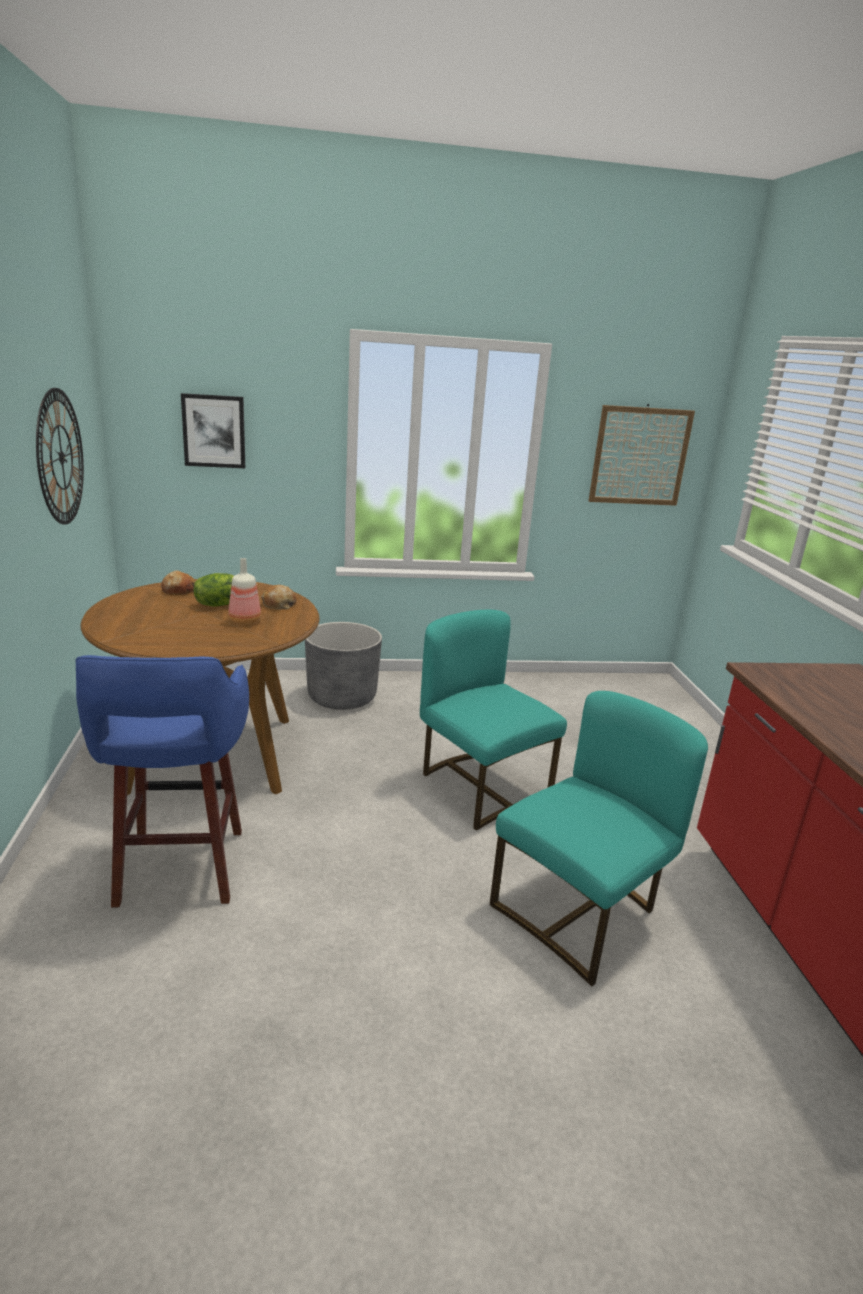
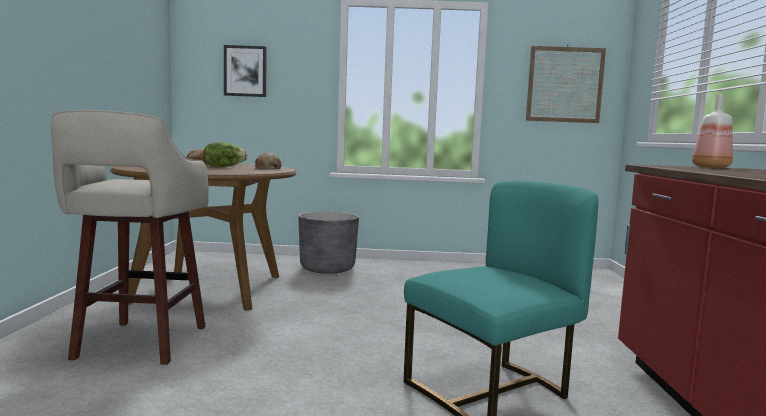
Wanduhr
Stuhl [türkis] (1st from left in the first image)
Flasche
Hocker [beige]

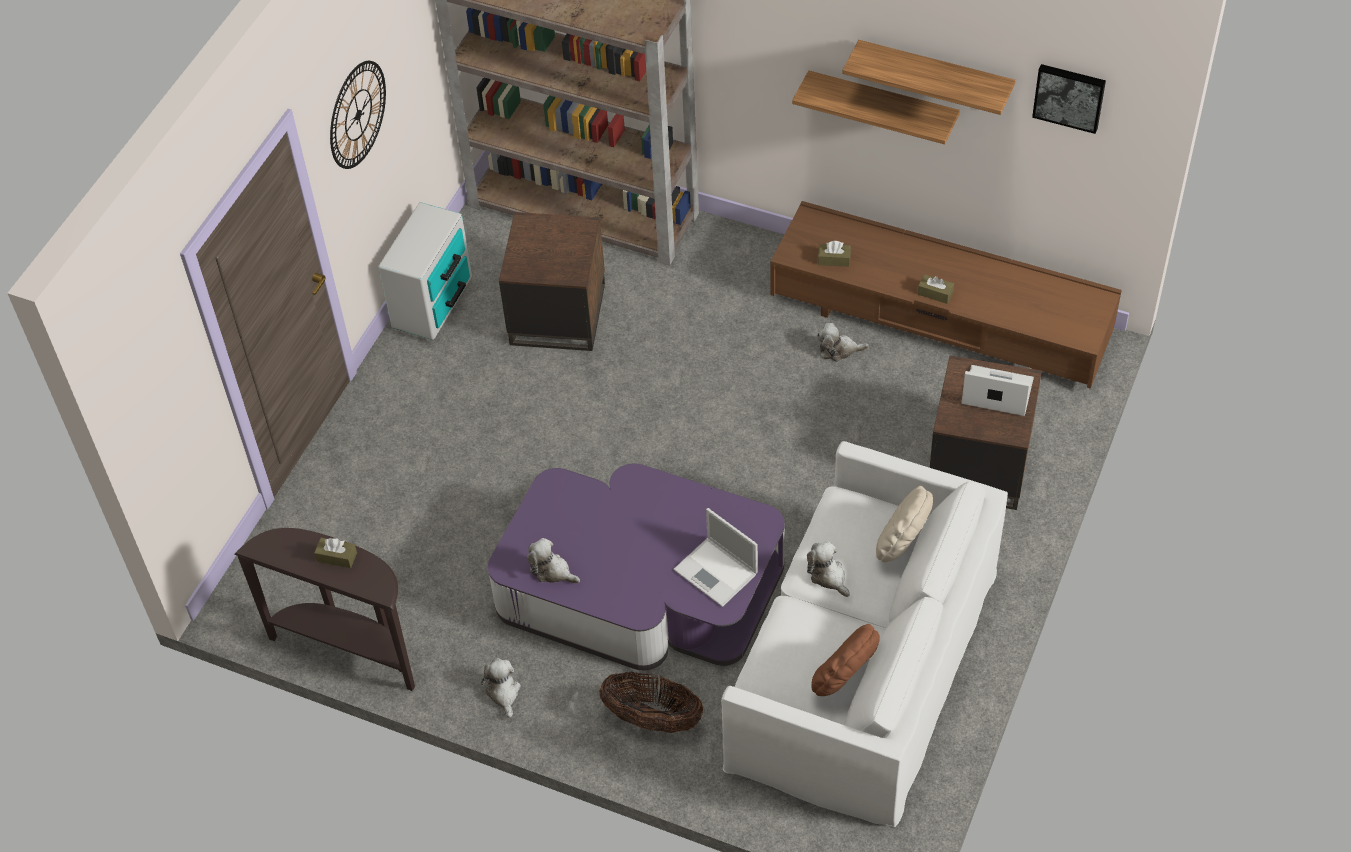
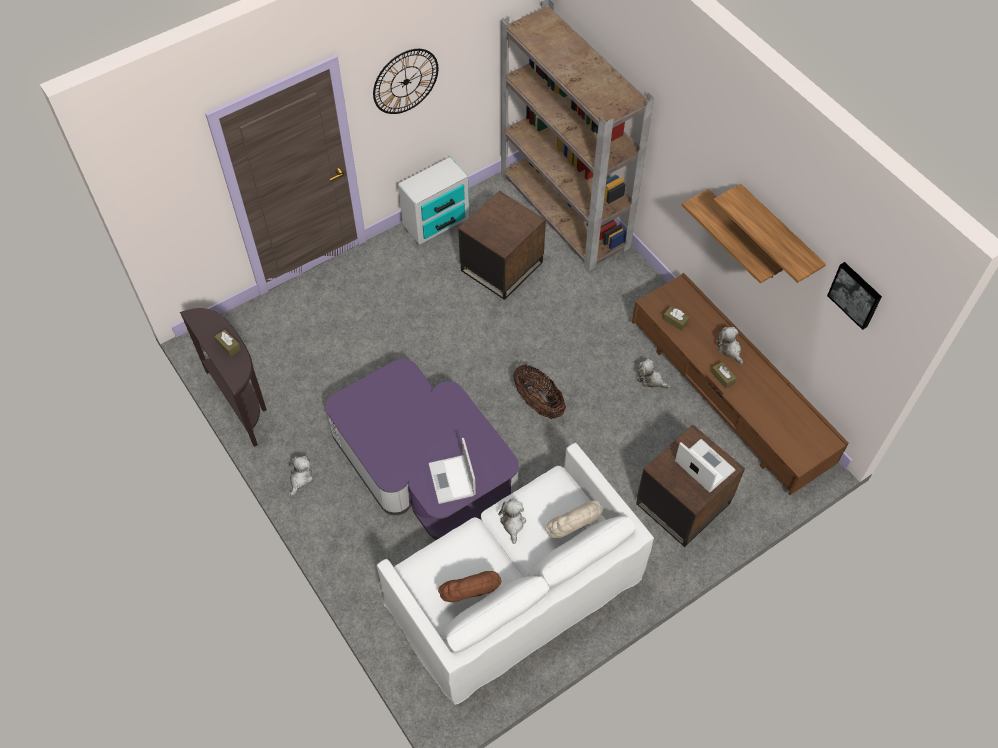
Plüschtier (4th from left)
Korb

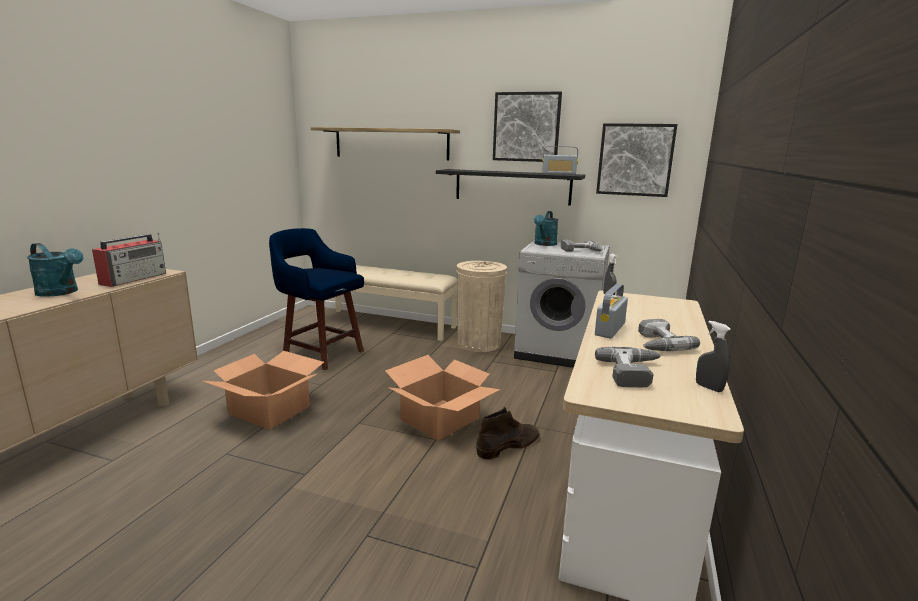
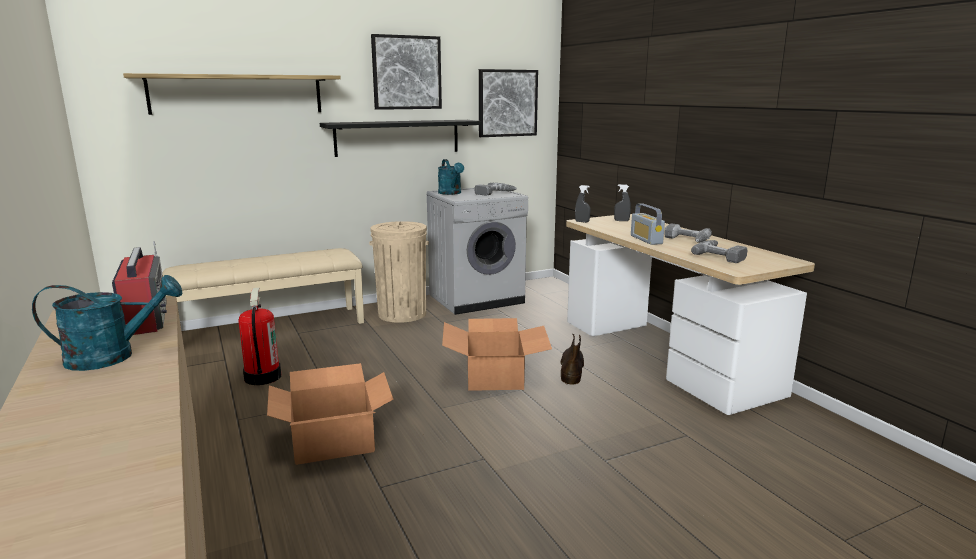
Radio (2nd from left in the first image)
Sprühflasche [grau] (2nd from left)
Feuerlöscher

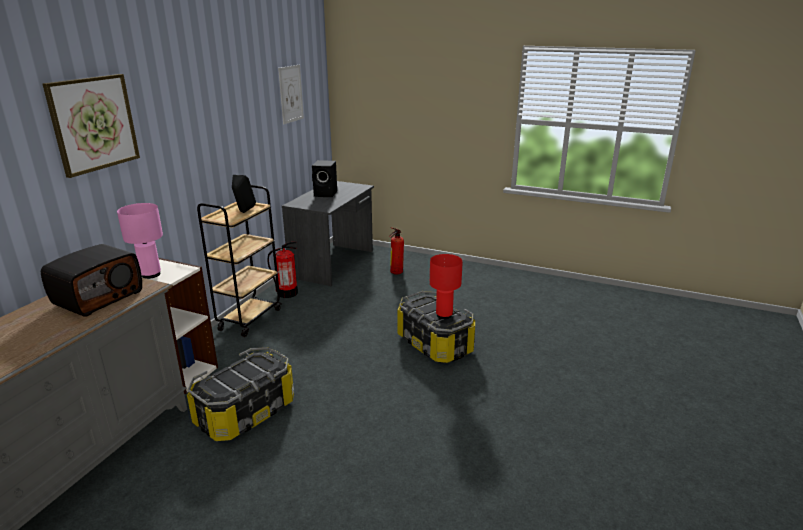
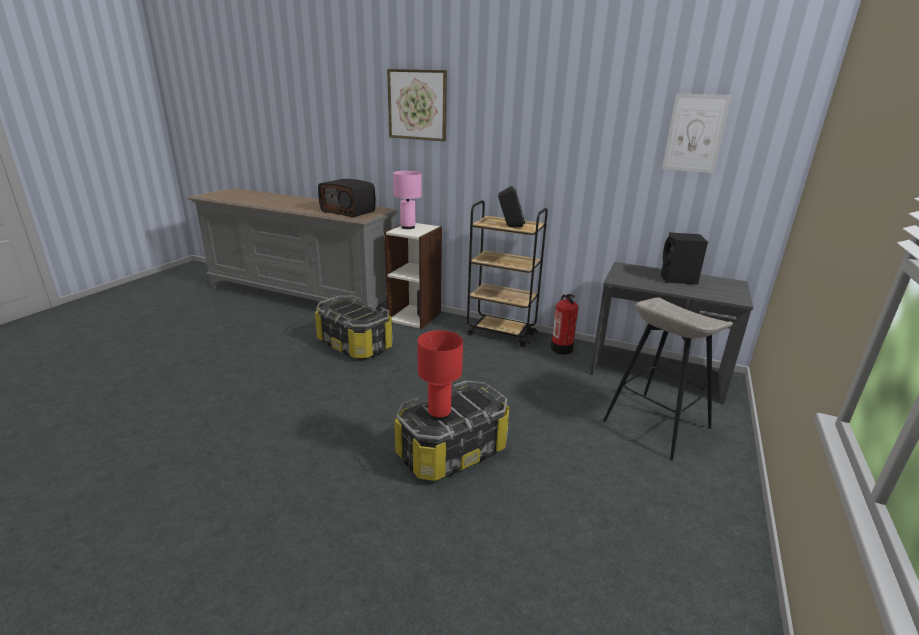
Hocker [grau]

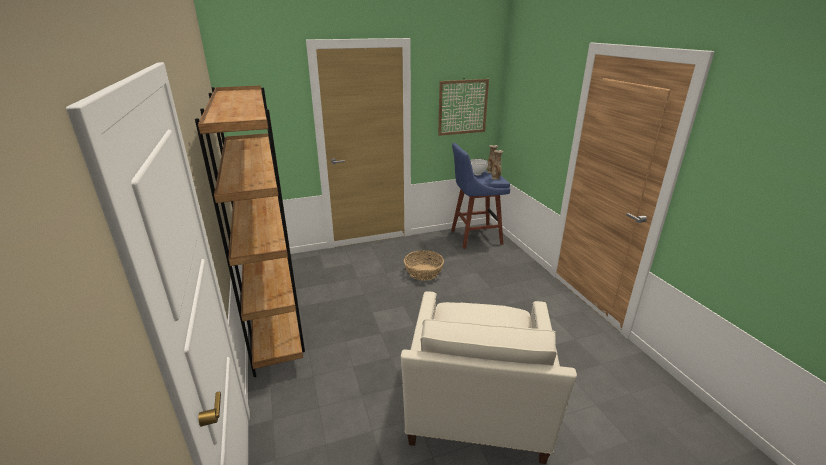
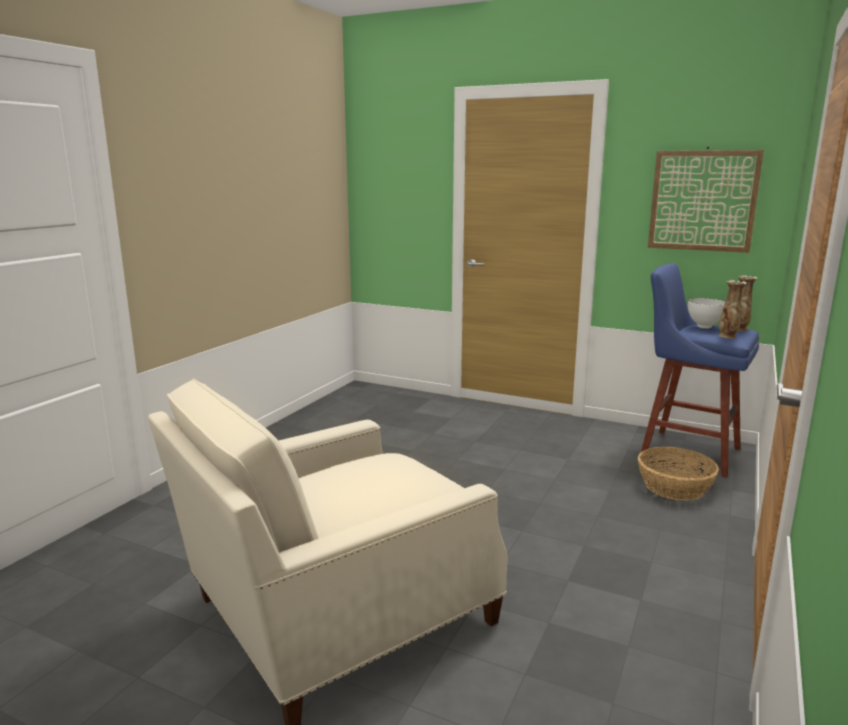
Bücherregal [braun]
Korb

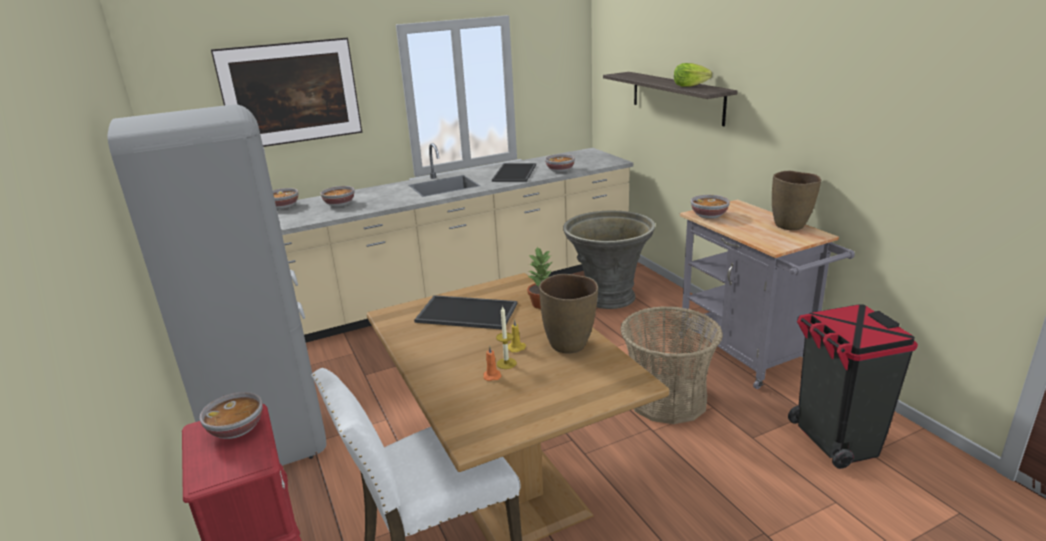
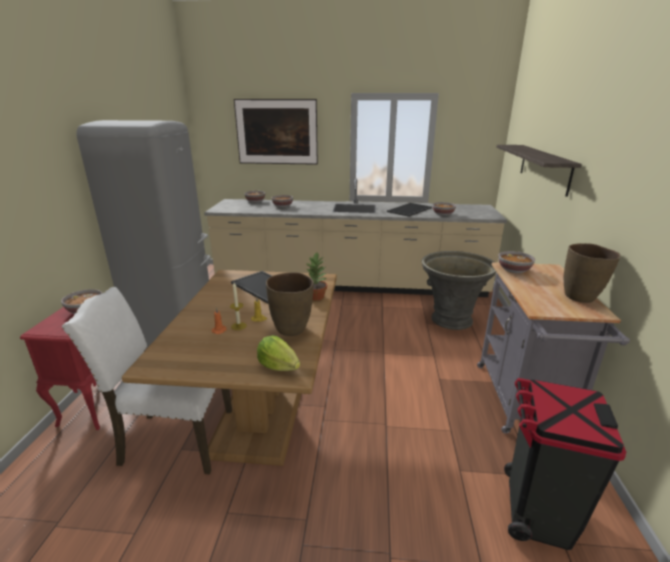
Korb
Salatkopf

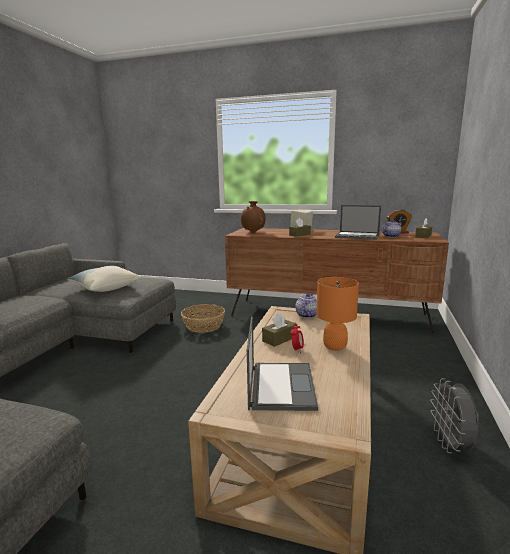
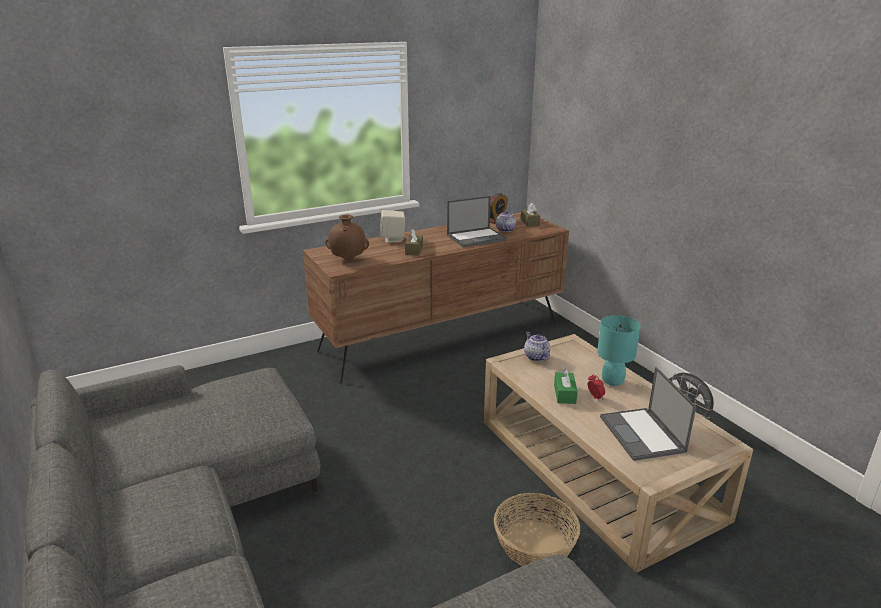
Kissen
Korb
Taschentuchbox [grün]
Tischlampe [türkis]
Laptop (2nd from left)

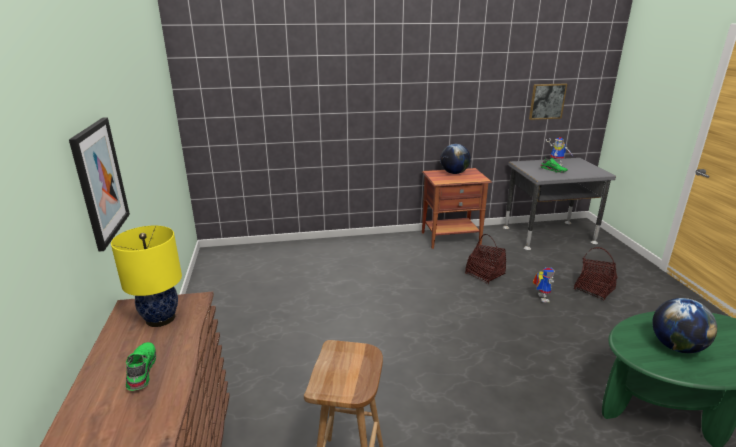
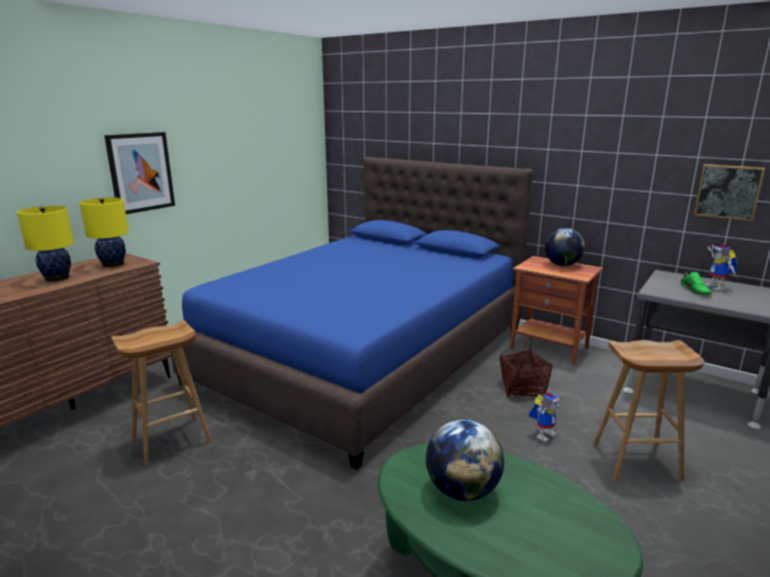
Bett [blau]
Tischlampe [gelb] (1st from left)
Hocker [braun] (2nd from left)

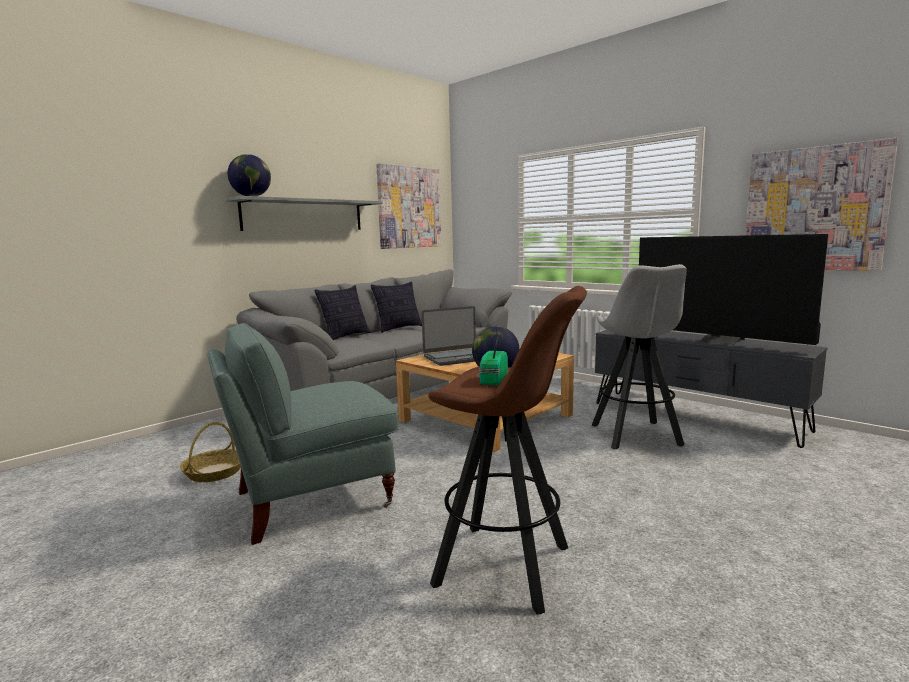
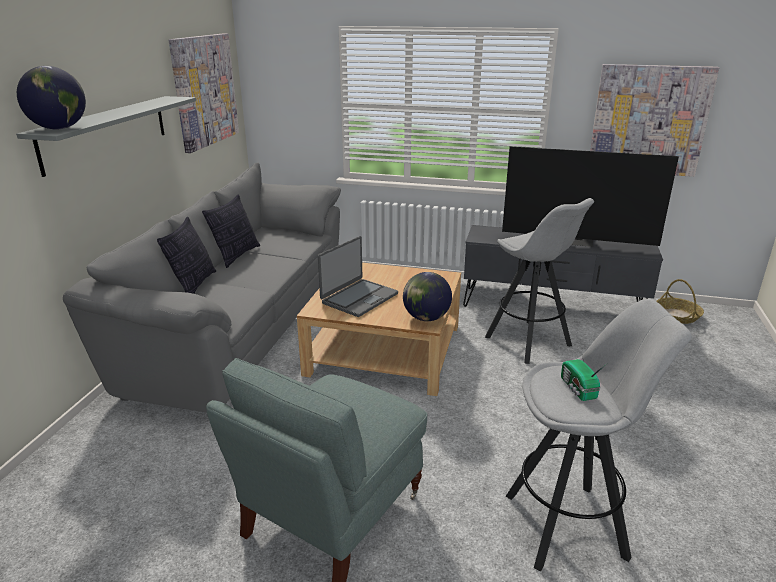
Korb
Hocker [grau] (2nd from left)

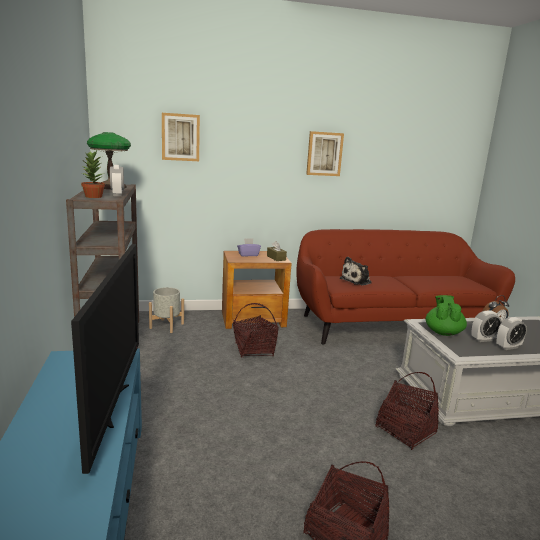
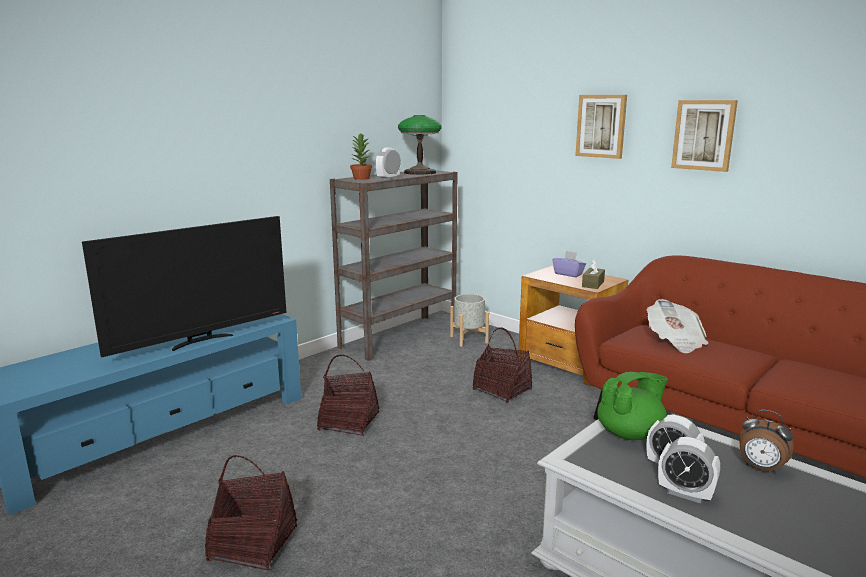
Bild (1st from left)
Korb (2nd from left)
Zeitung

